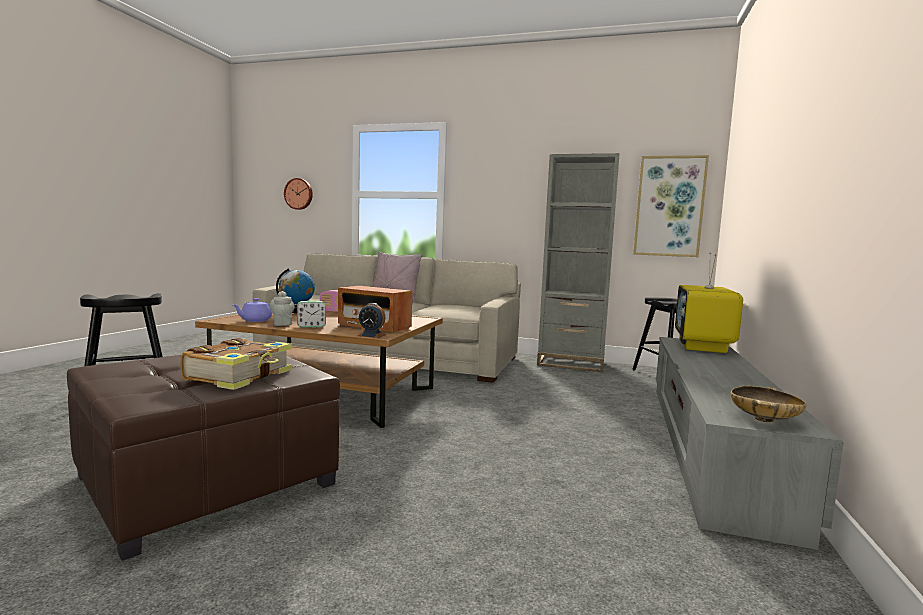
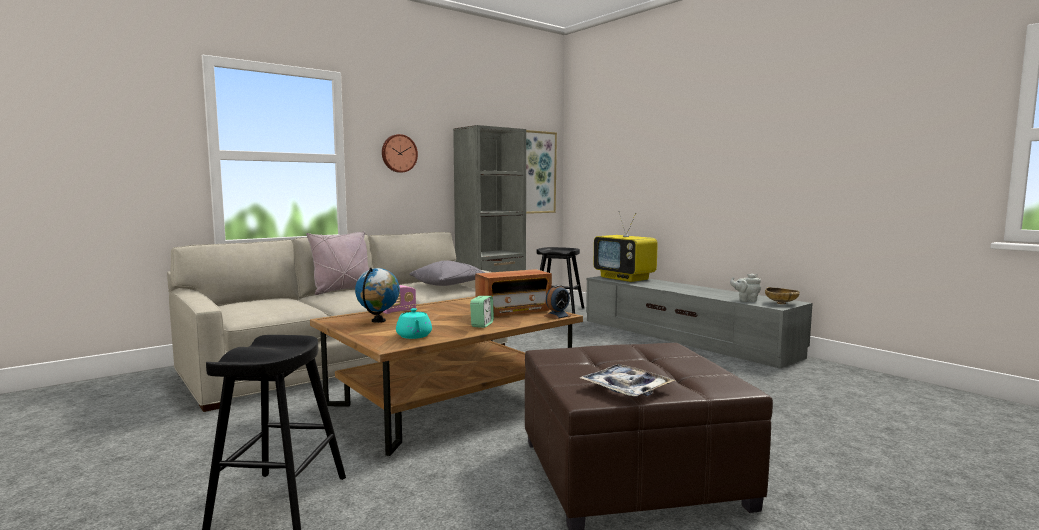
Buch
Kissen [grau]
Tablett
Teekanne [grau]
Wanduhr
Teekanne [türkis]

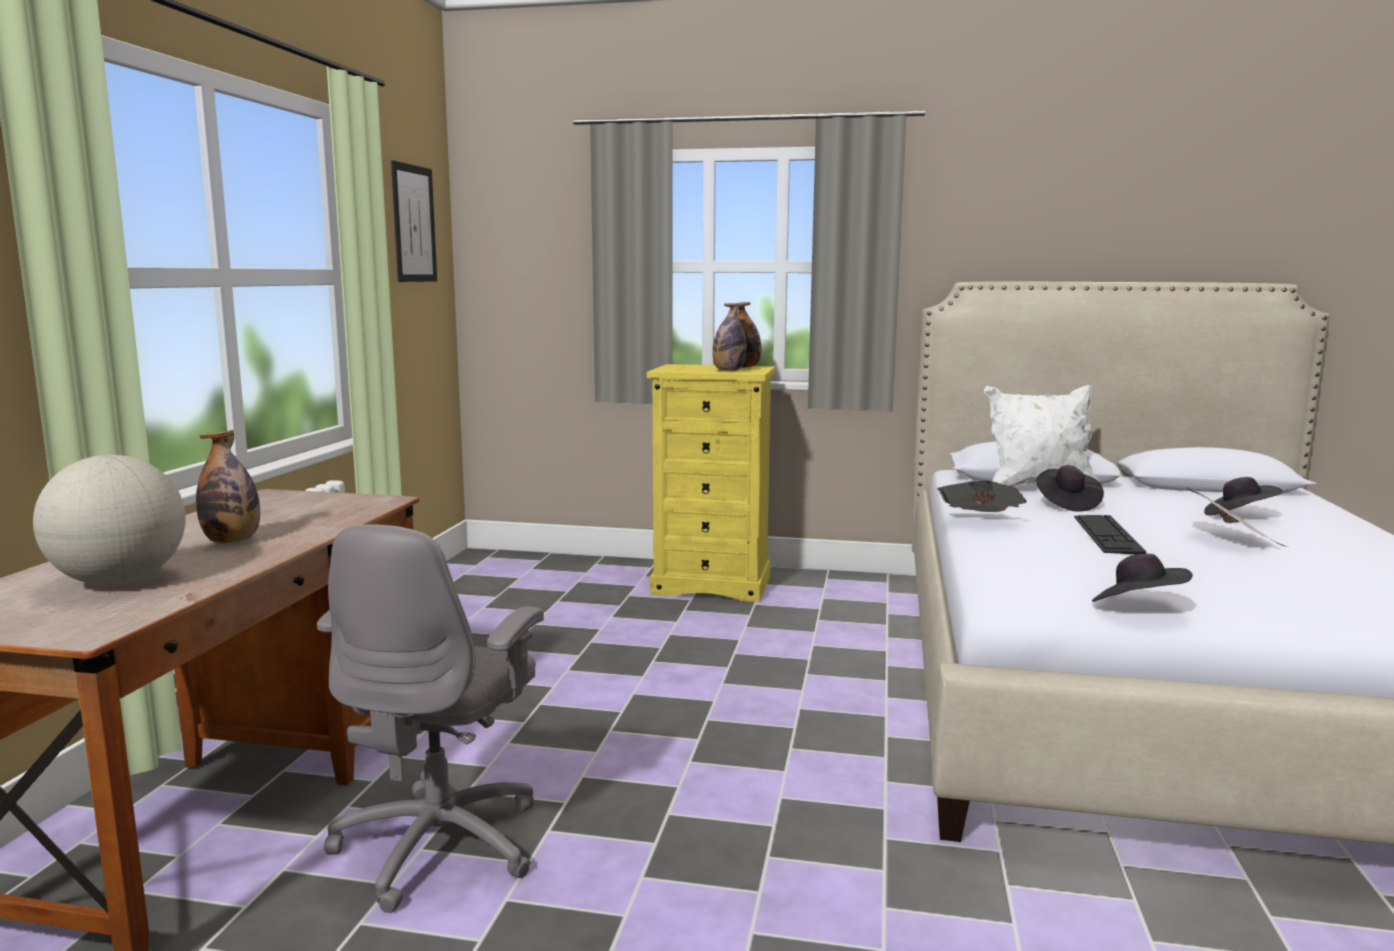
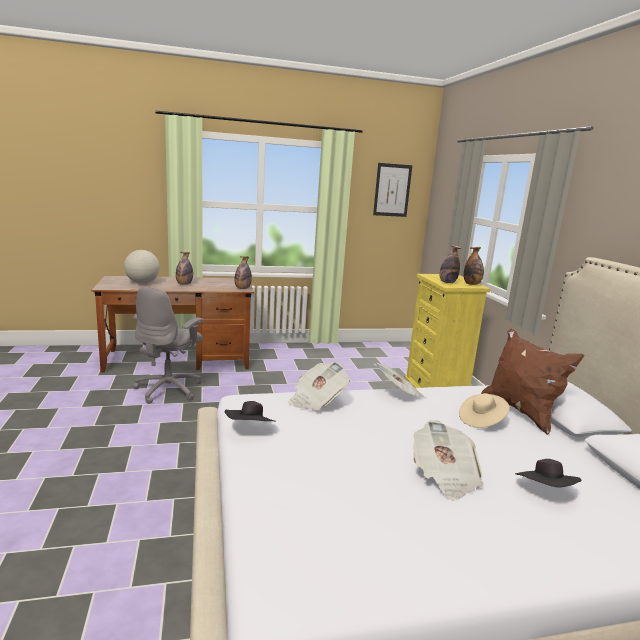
Tastatur
Flasche (2nd from left)
Zeitung (1st from left)
Kissen [braun]
Hut [beige]
Bürostuhl [grau]

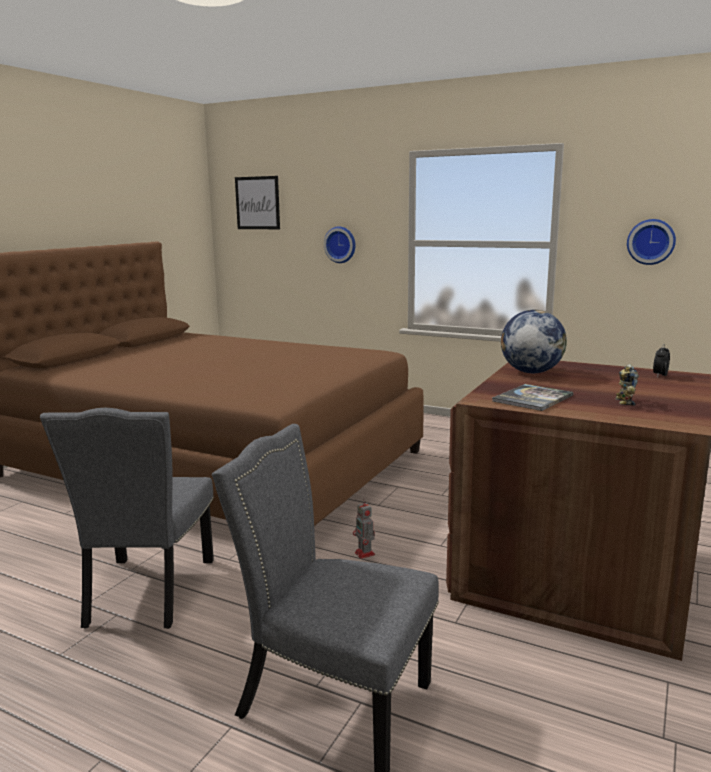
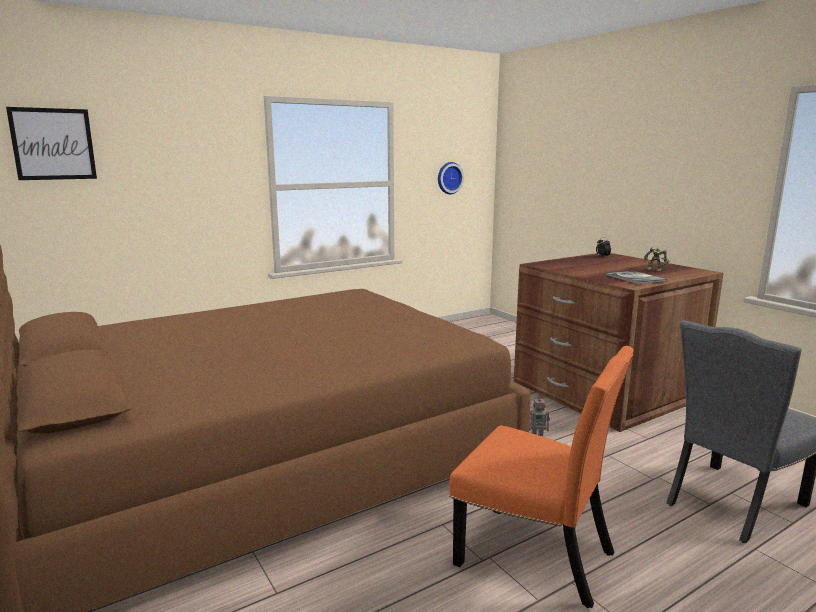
Wanduhr (1st from left in the first image)
Globus
Stuhl [orange]

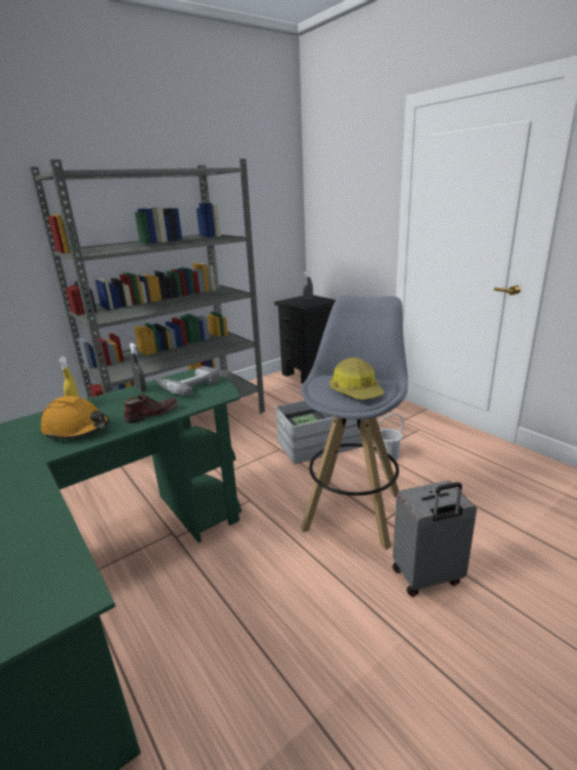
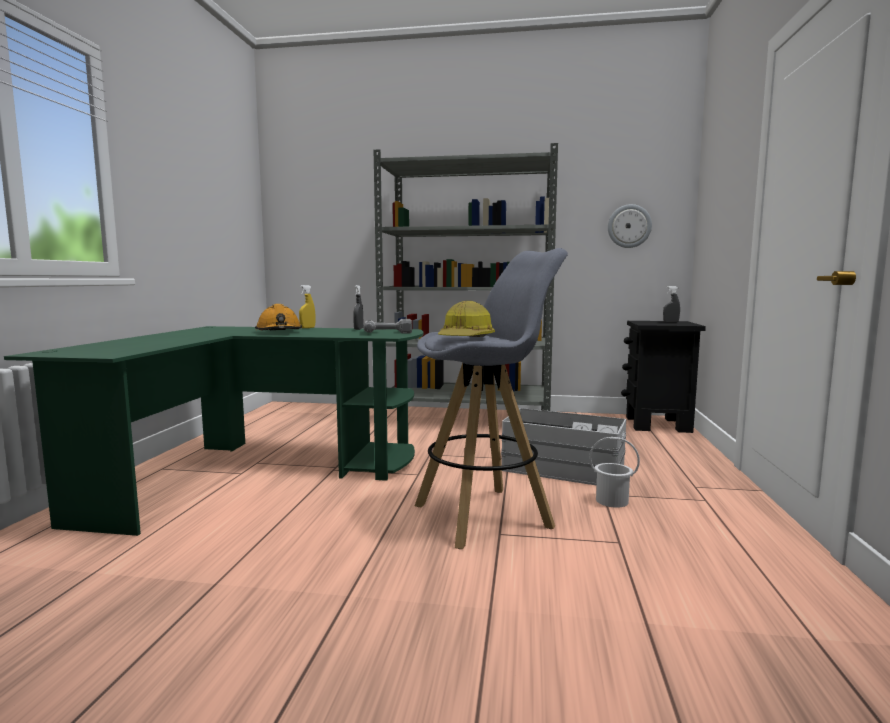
Schuh [braun]
Koffer [grau]
Wanduhr

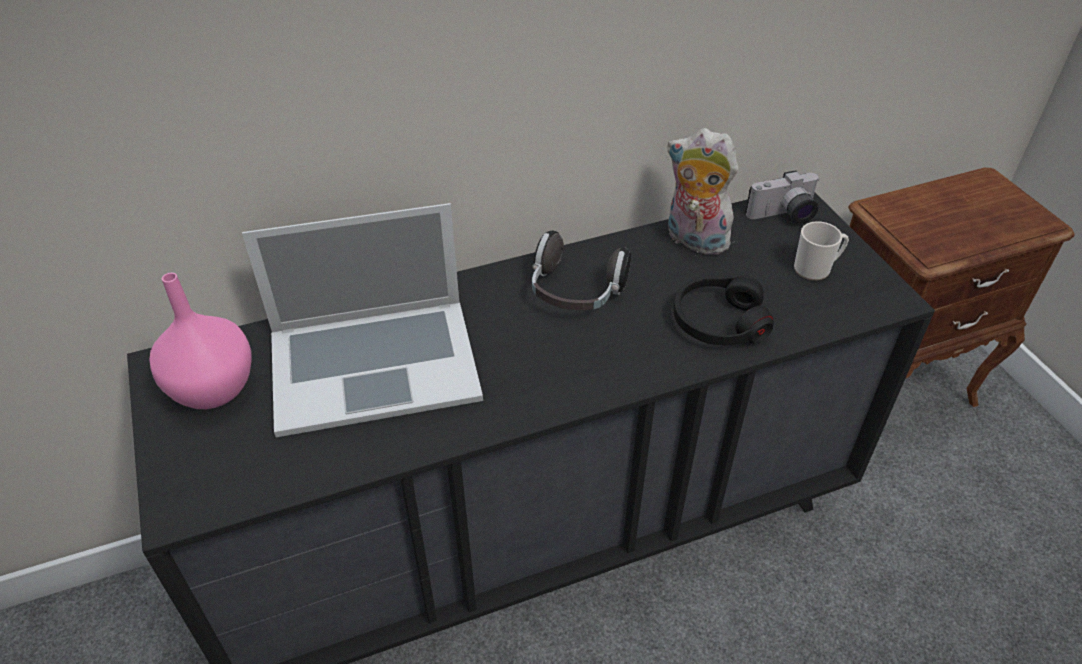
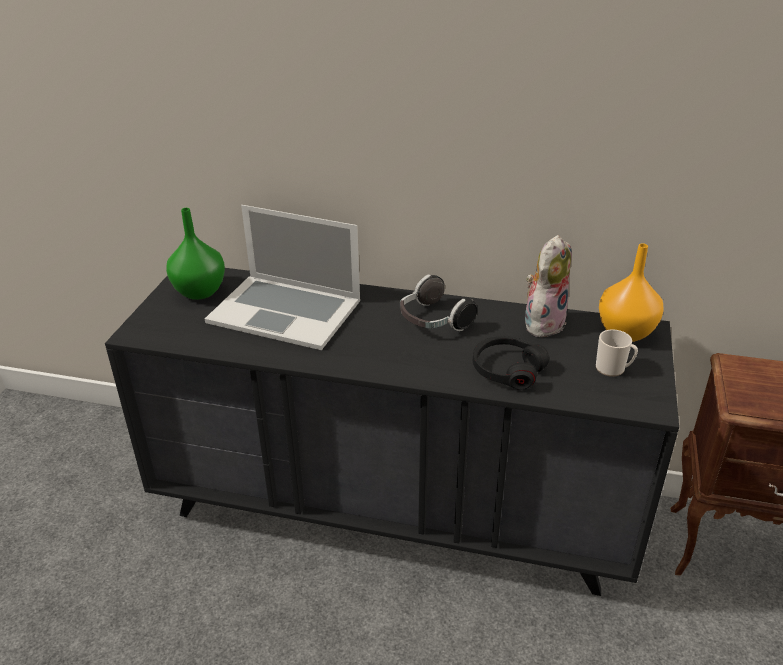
Vase [orange]
Vase [grün]
Plüschtier

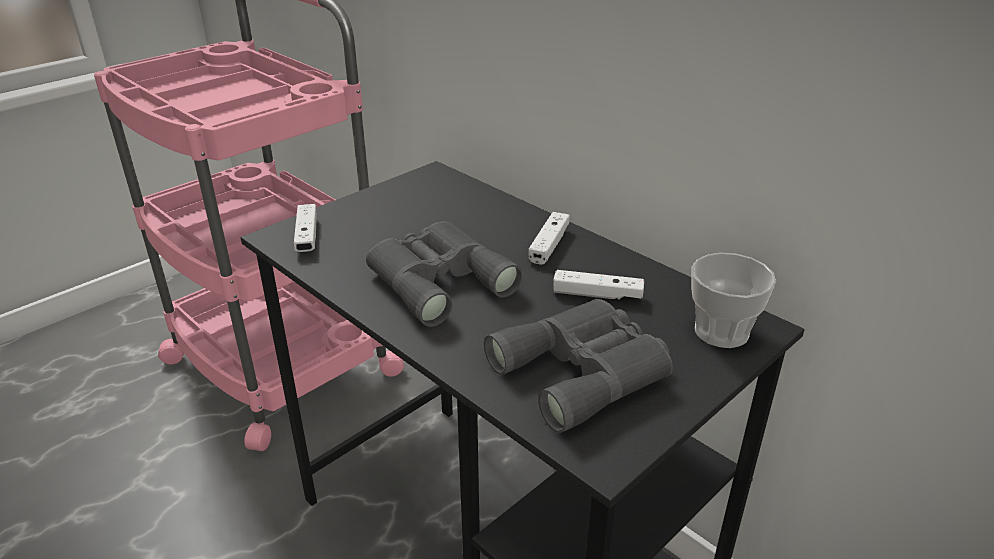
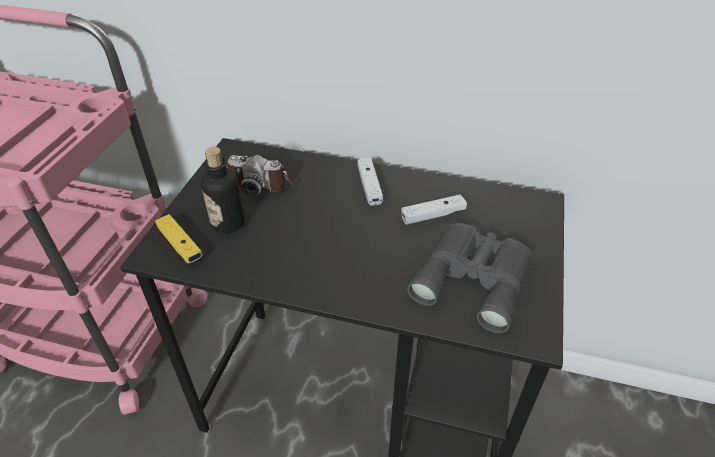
Fernglas [grau] (1st from left in the first image)
Tasse
Flasche
Kamera
Gamepad [gelb]

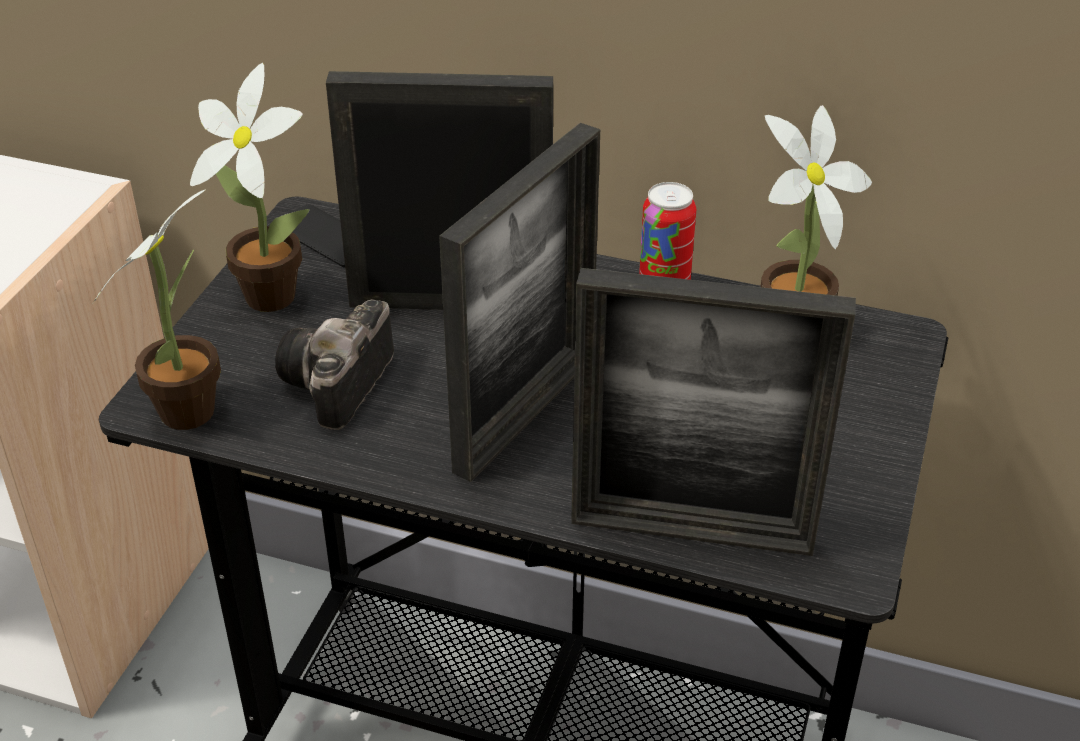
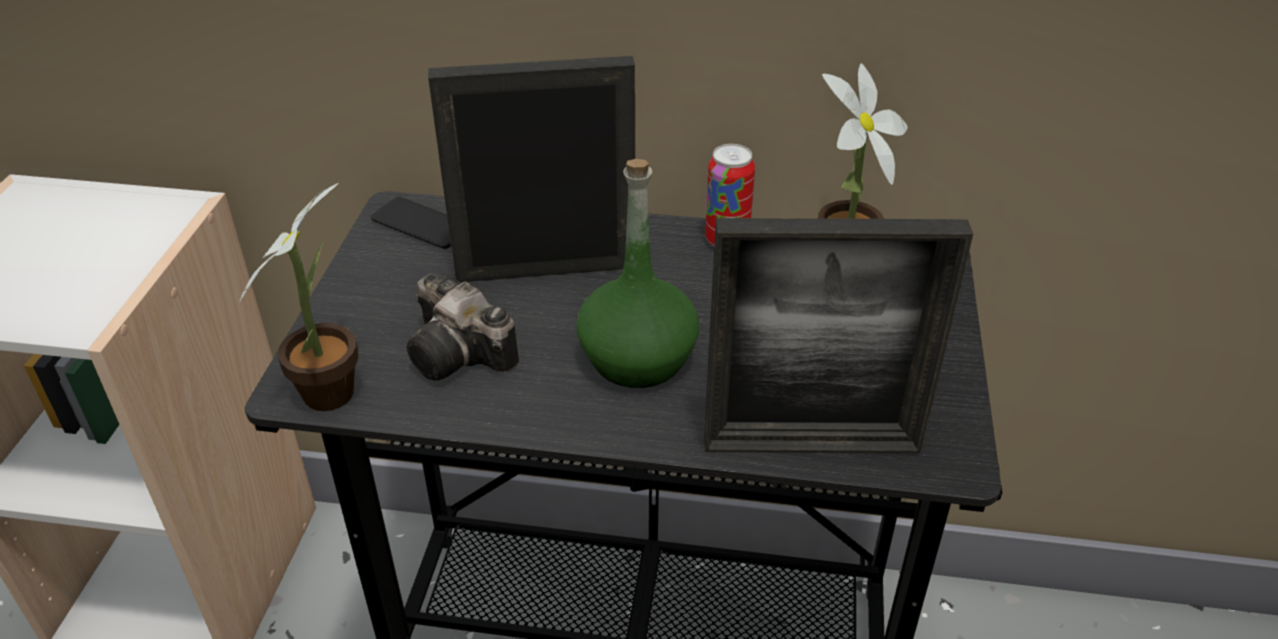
Topfpflanze (2nd from left in the first image)
Flasche [grün]
Kamera

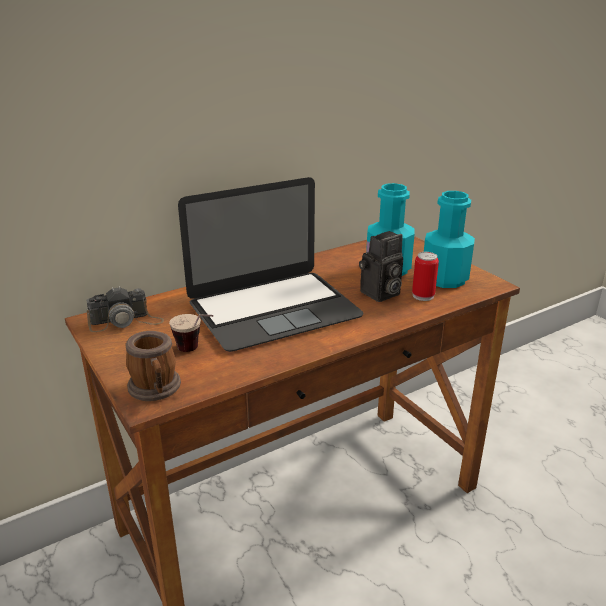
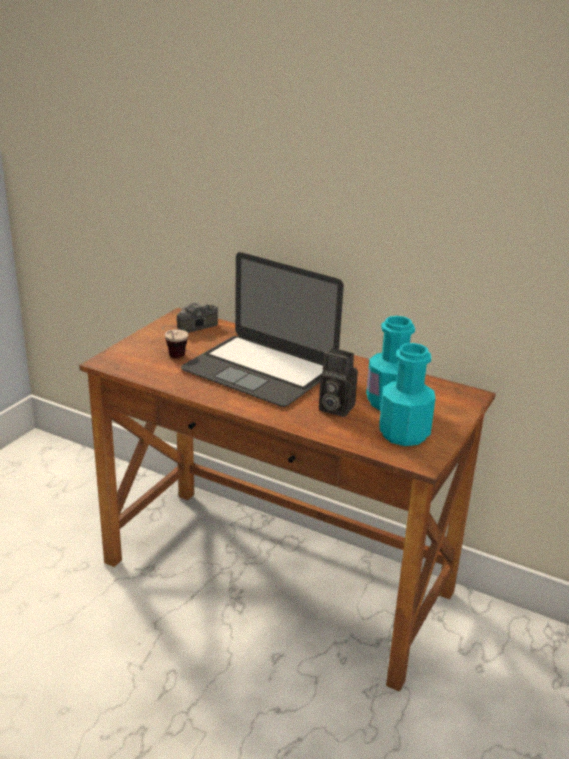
Henkelbecher
Dose
Kamera (1st from left)

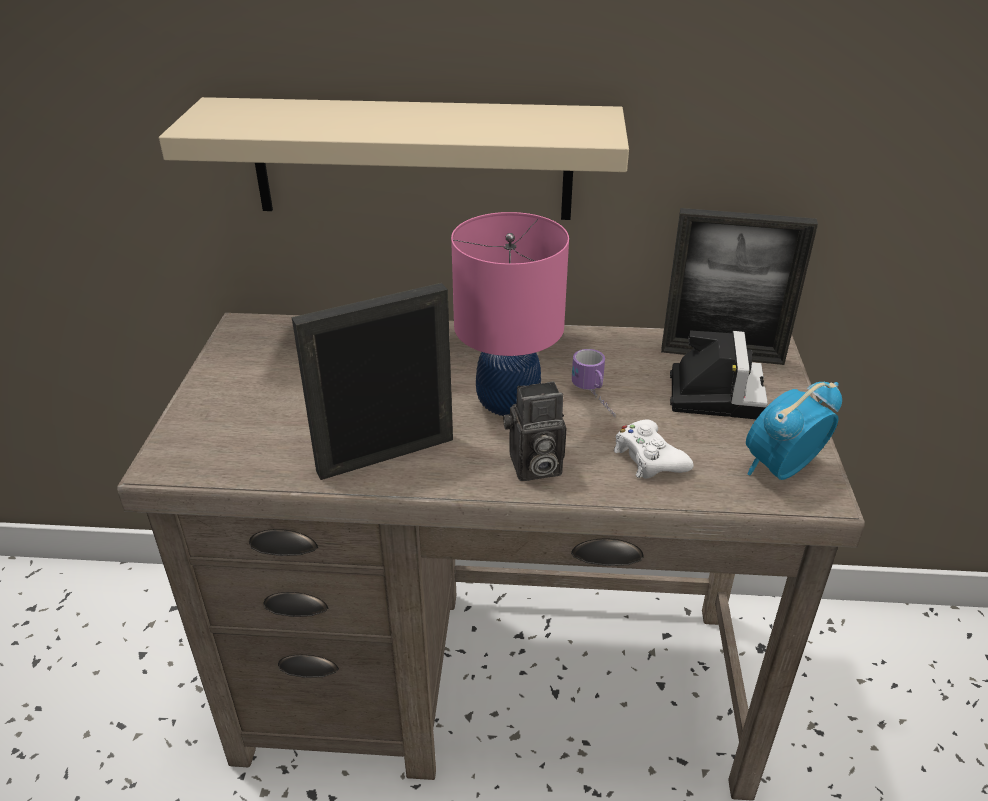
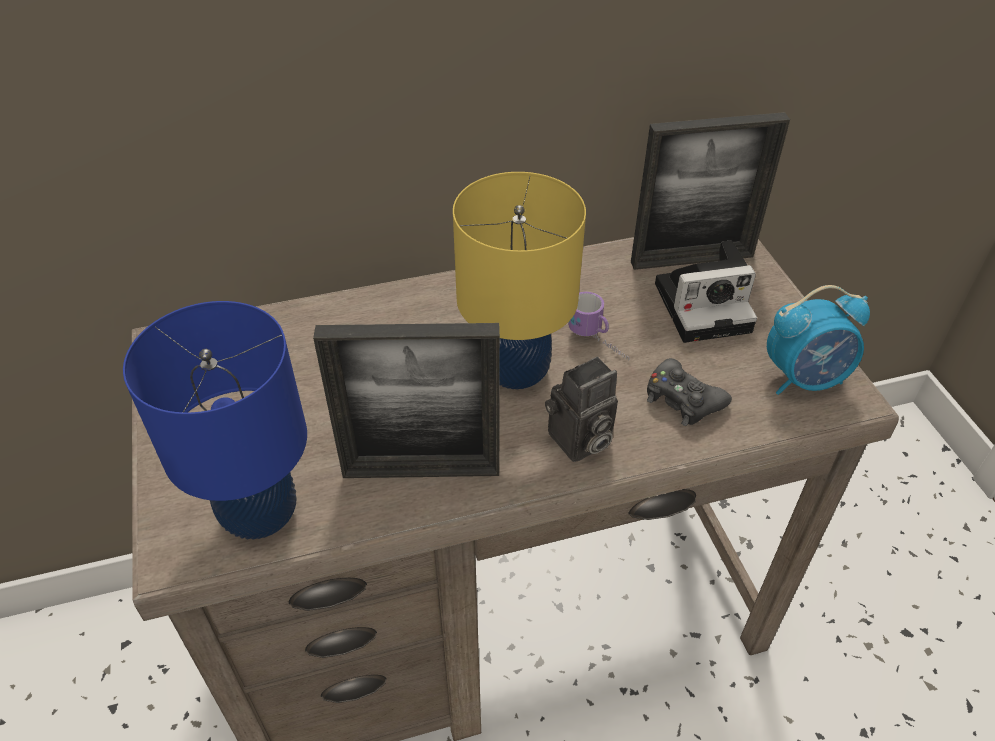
Wandregal [beige]
Tischlampe [blau]
Tischlampe [gelb]
Gamepad [schwarz]
Bilderrahmen (1st from left)
Kamera (2nd from left)
Wecker

